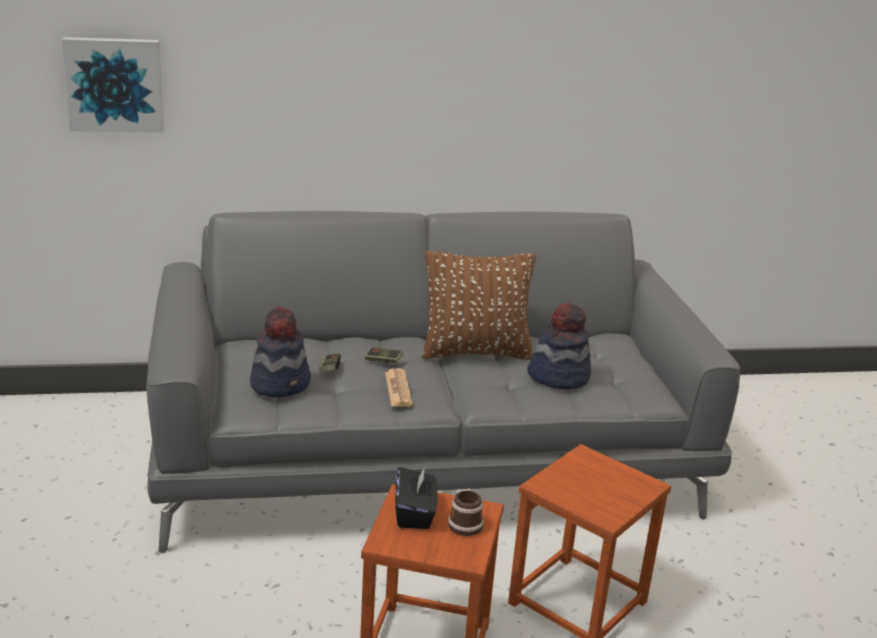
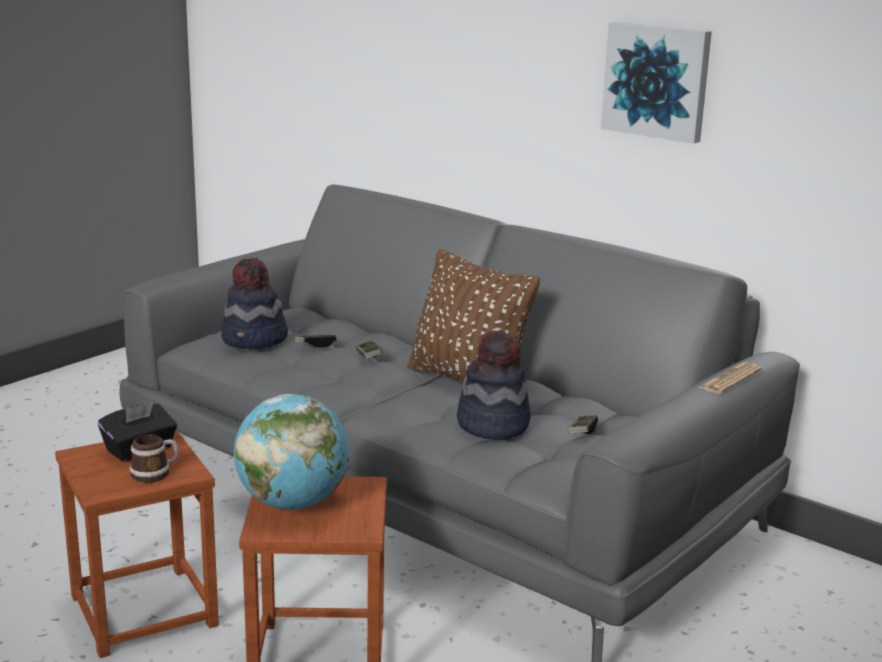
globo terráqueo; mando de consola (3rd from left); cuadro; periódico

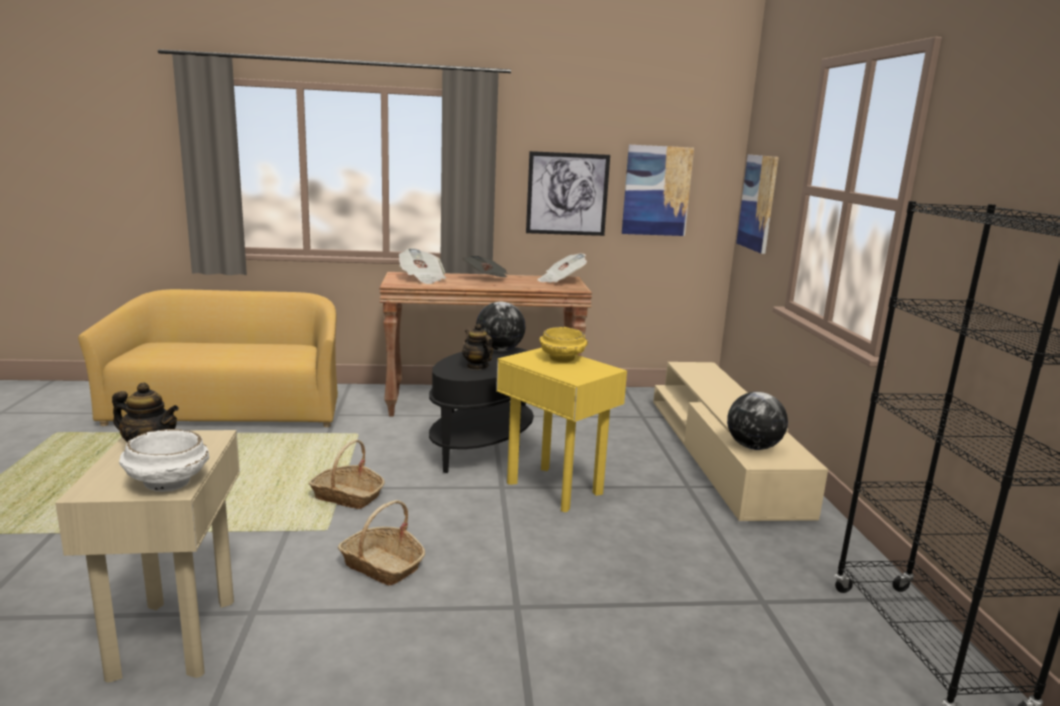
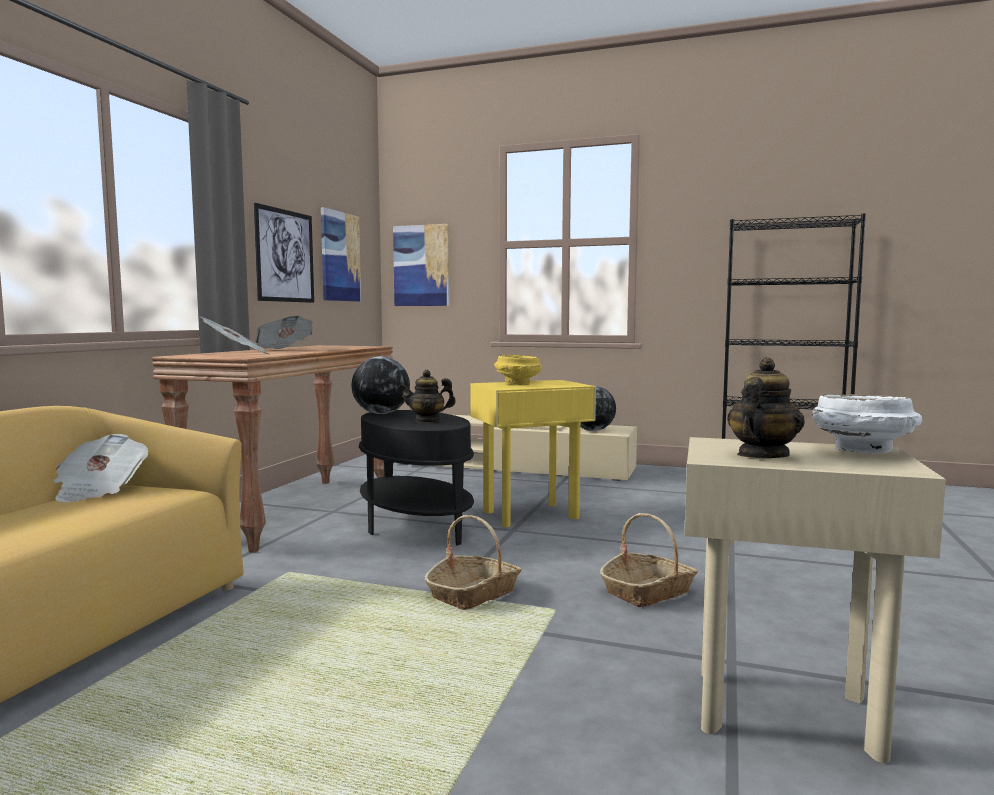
periódico (1st from left)

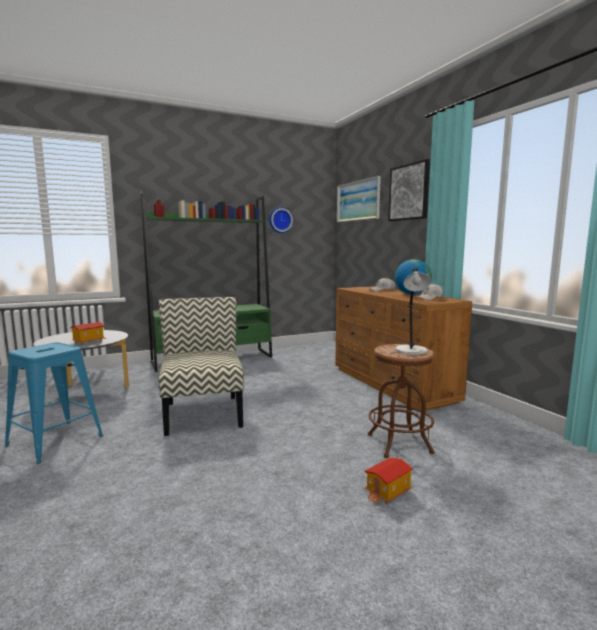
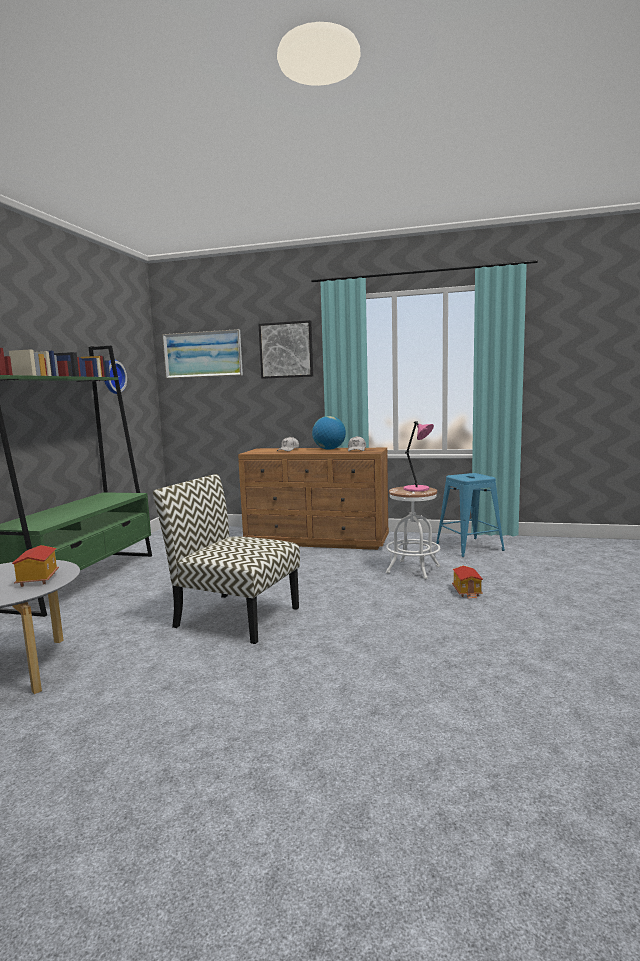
taburete/blanco; lámpara de mesa/rosa; taburete/azul

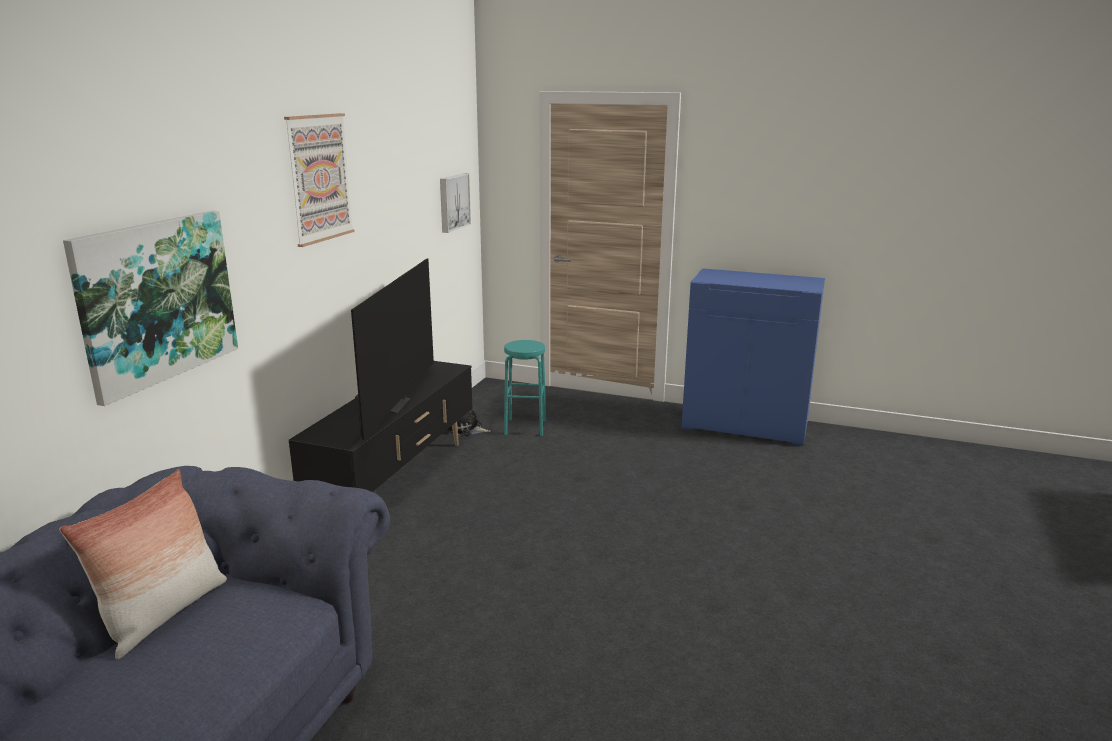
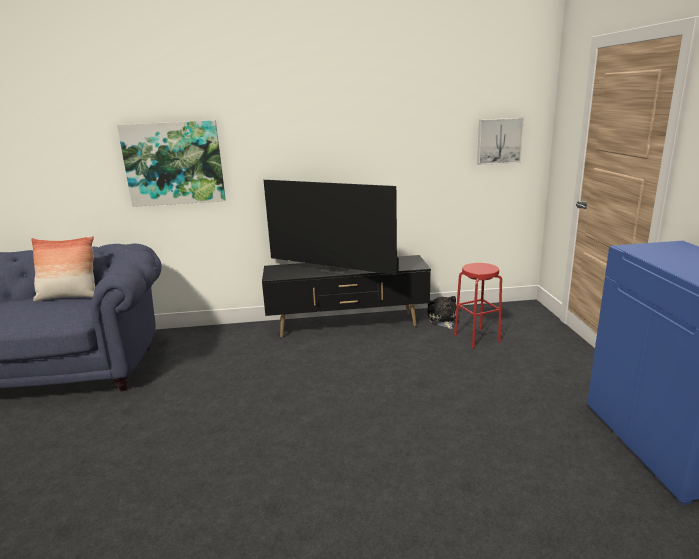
televisor; taburete/rojo; cuadro (2nd from left in the first image)

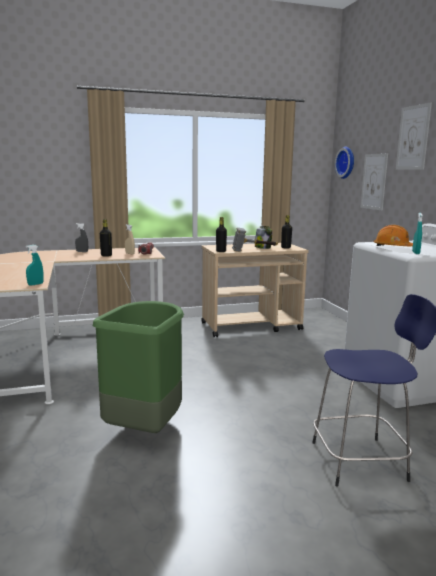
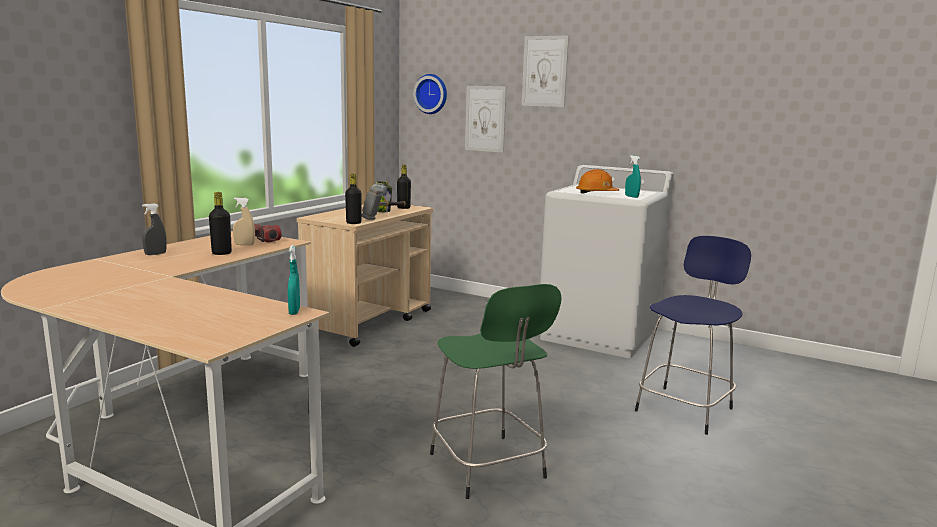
taburete/verde

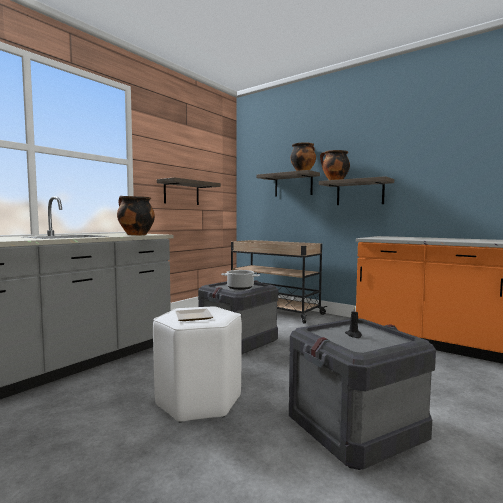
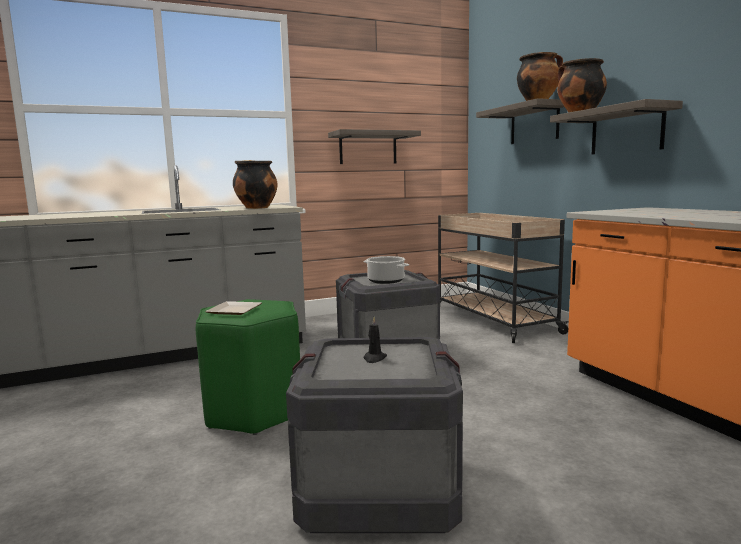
taburete/verde

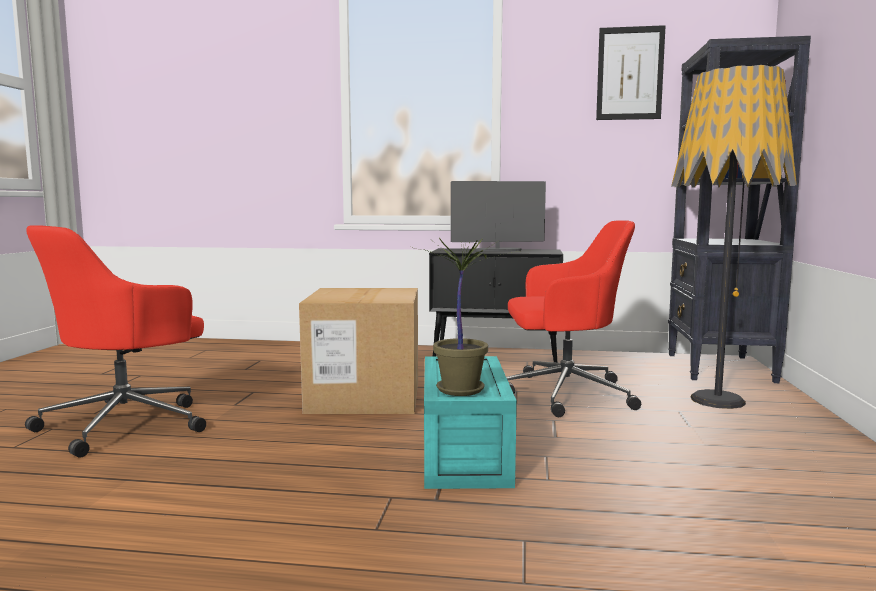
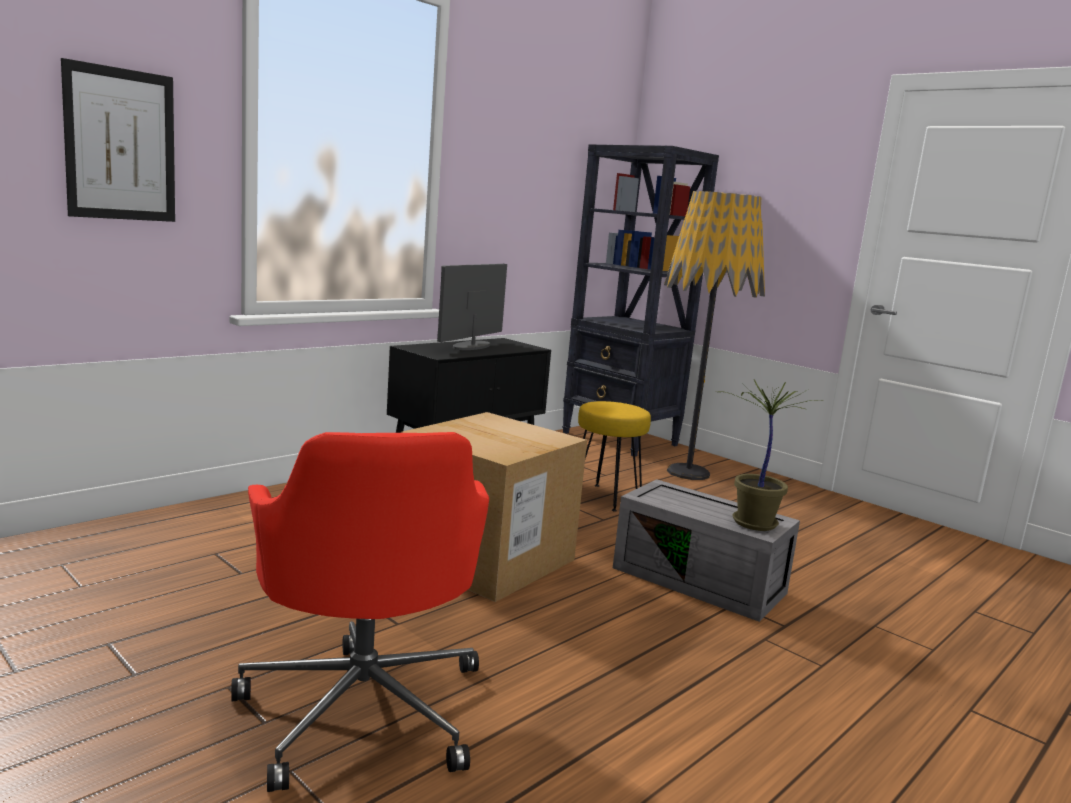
cuadro; taburete/amarillo; caja de almacenaje/gris

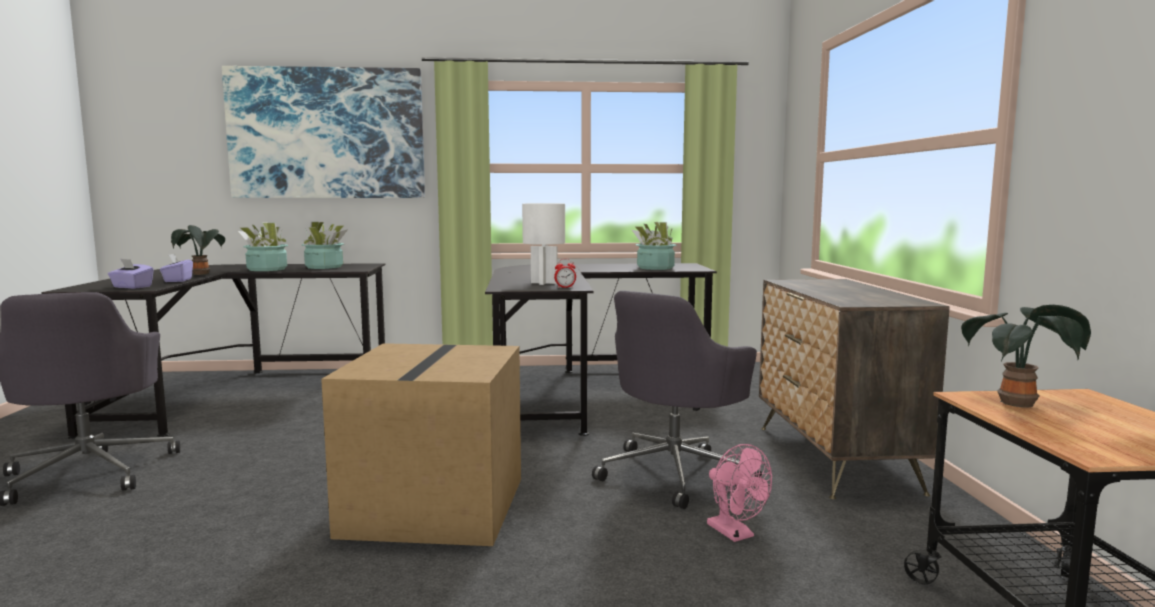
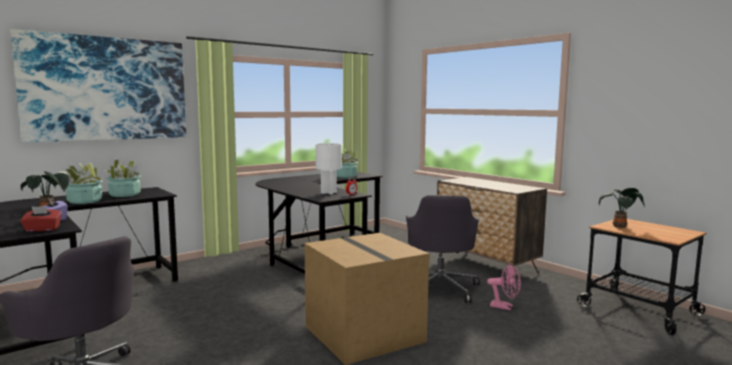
caja de pañuelos/rojo

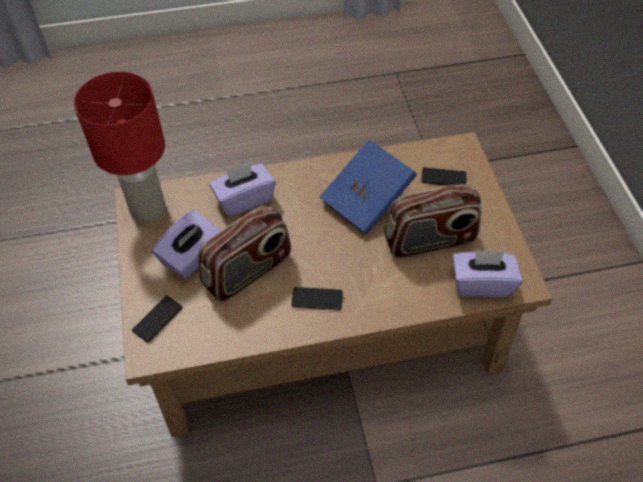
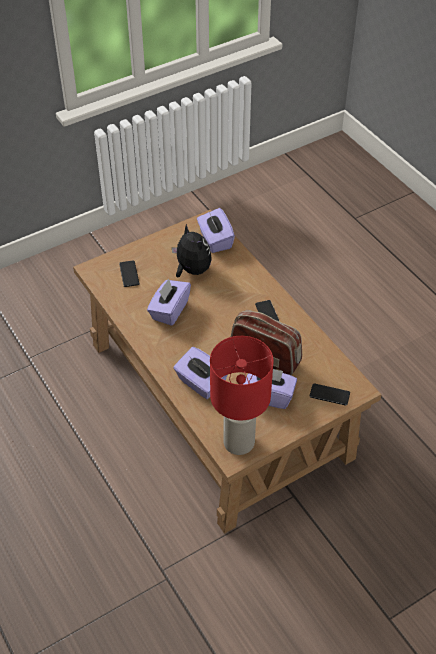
caja de pañuelos/morado (1st from left); peluche

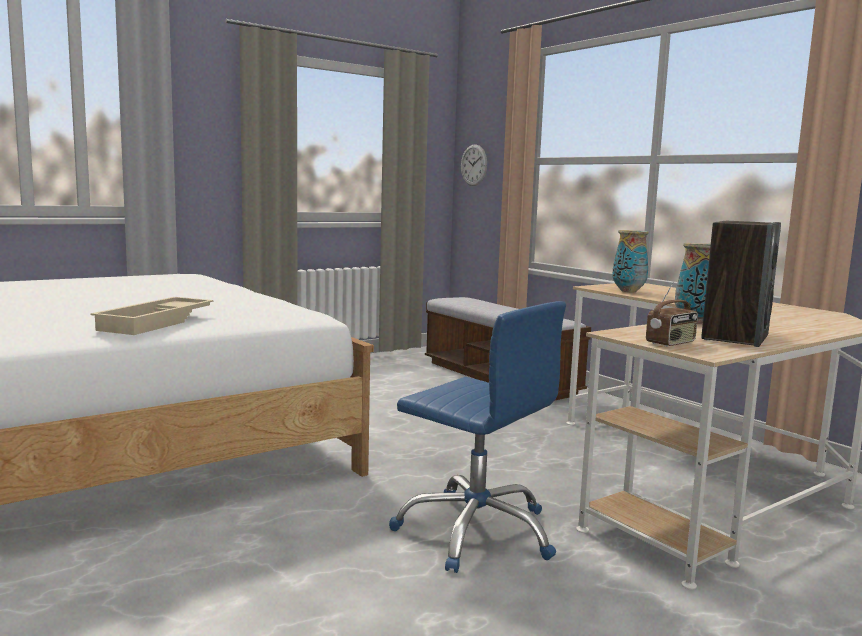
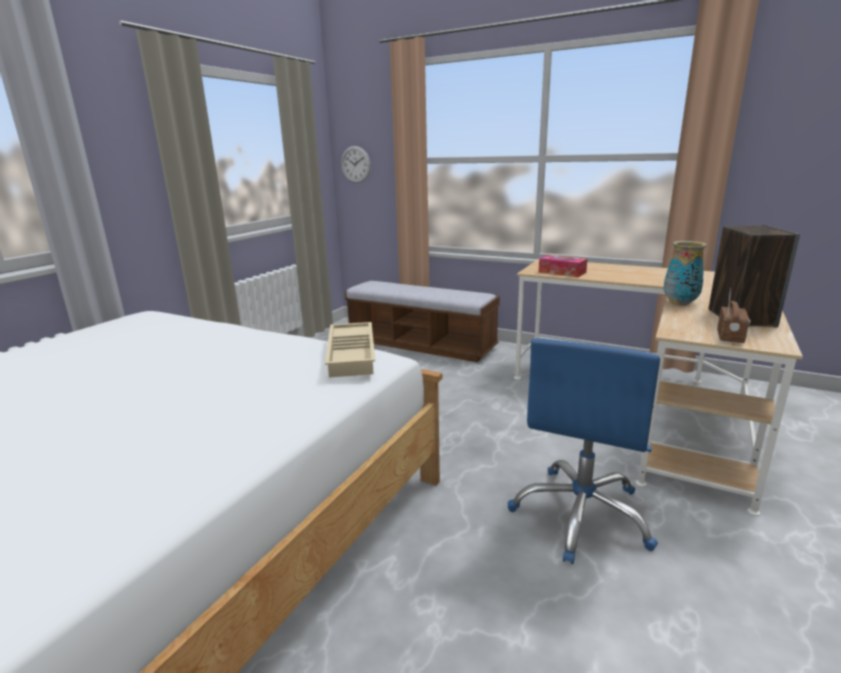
bandeja/beis; silla de oficina/azul; caja de pañuelos

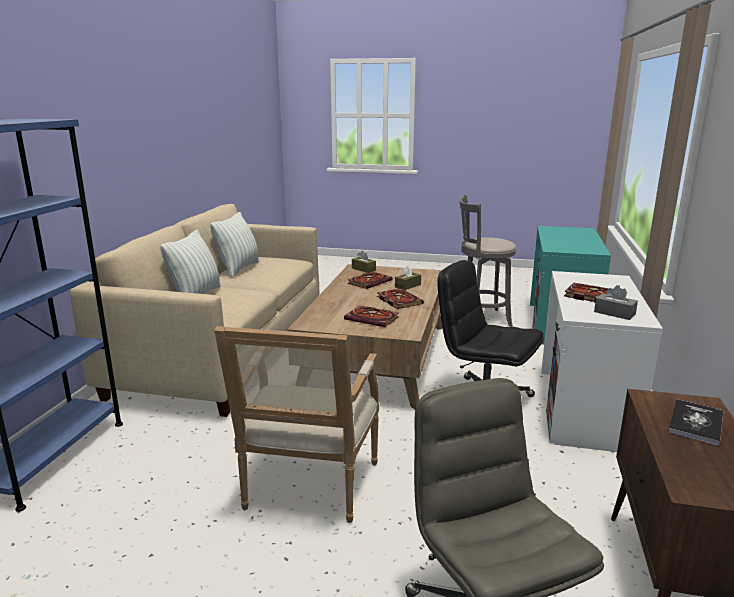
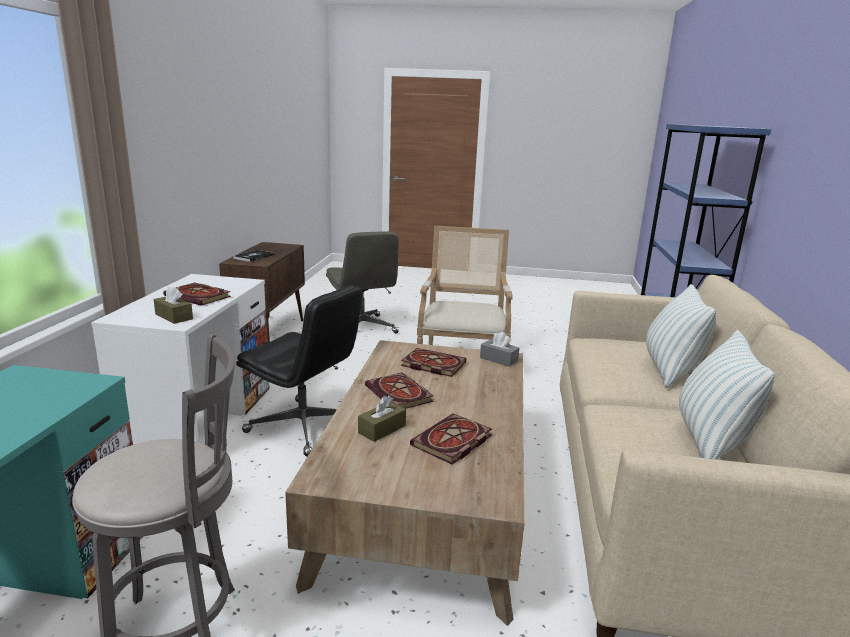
caja de pañuelos/marrón (1st from left); caja de pañuelos/gris

